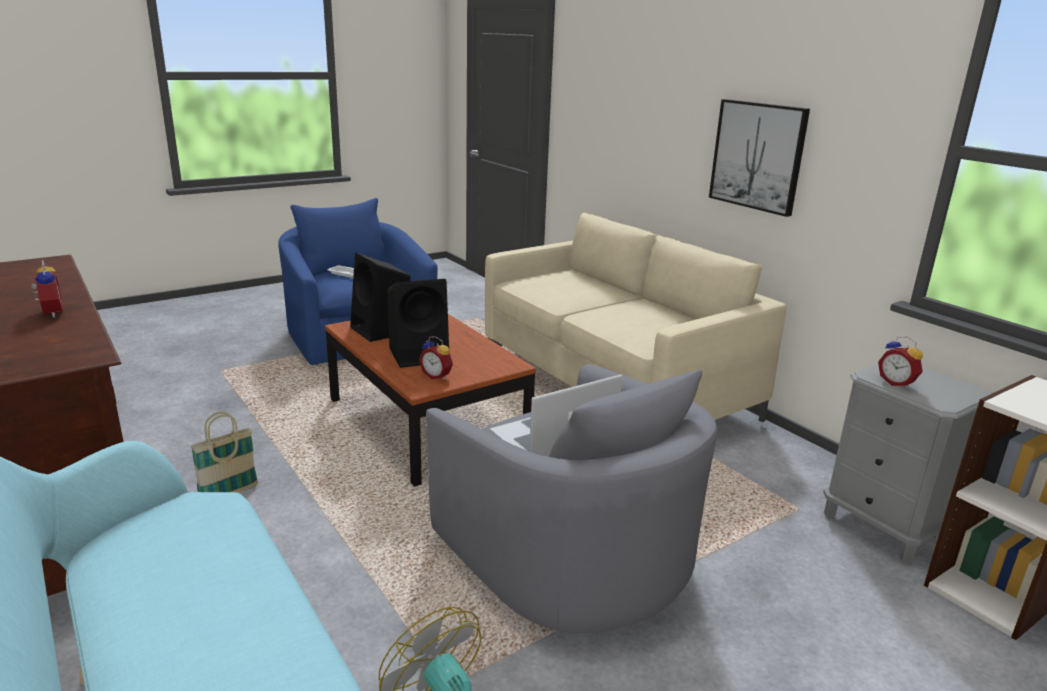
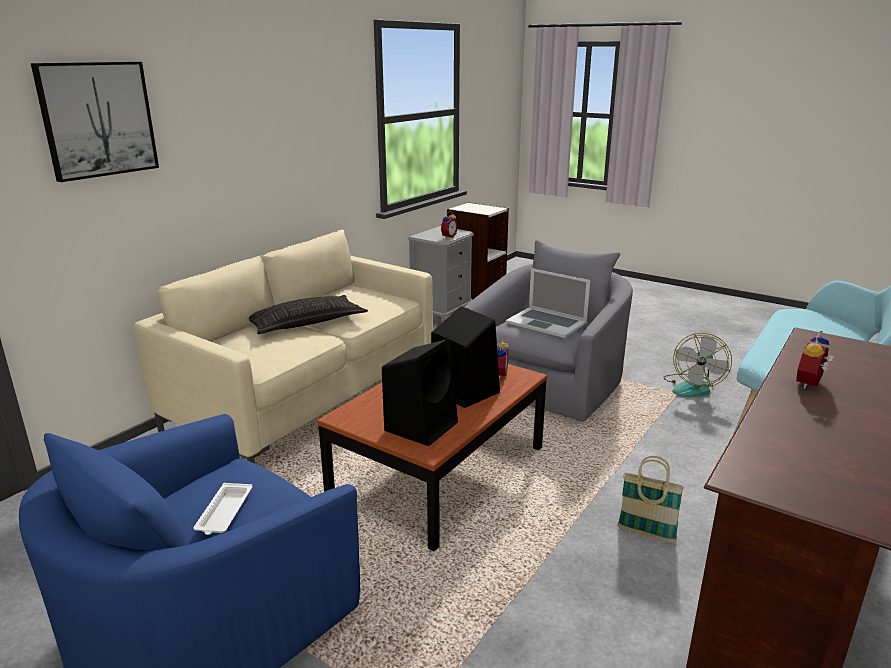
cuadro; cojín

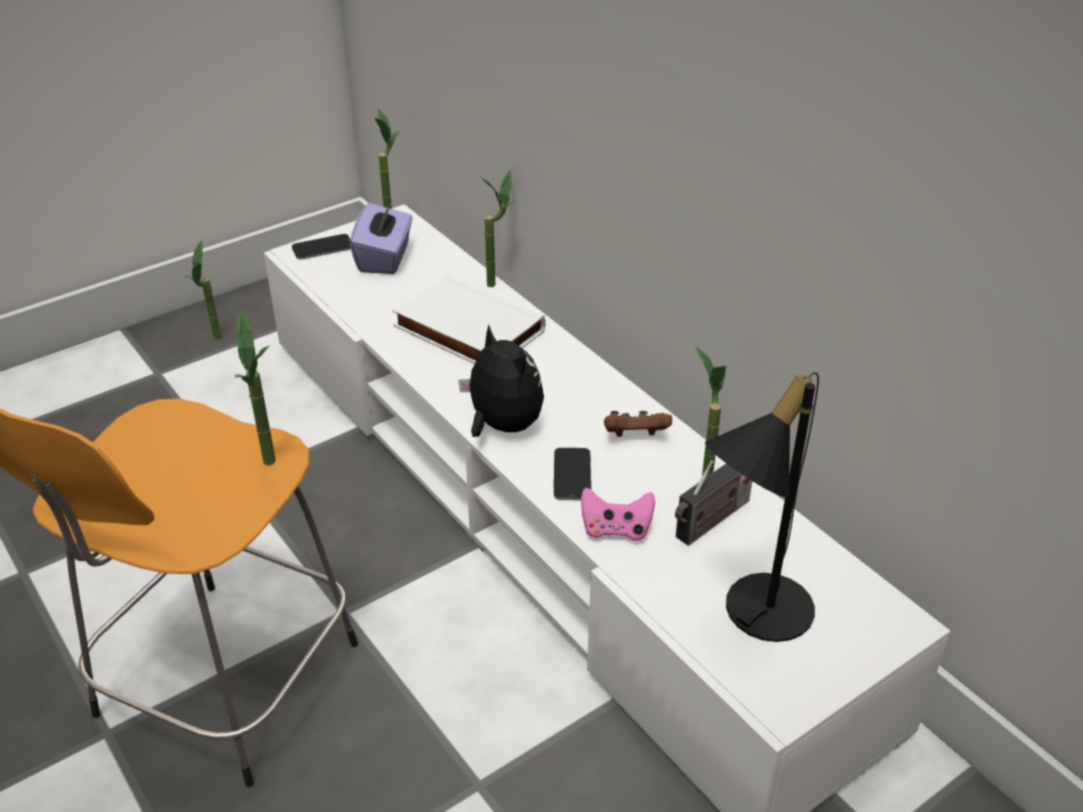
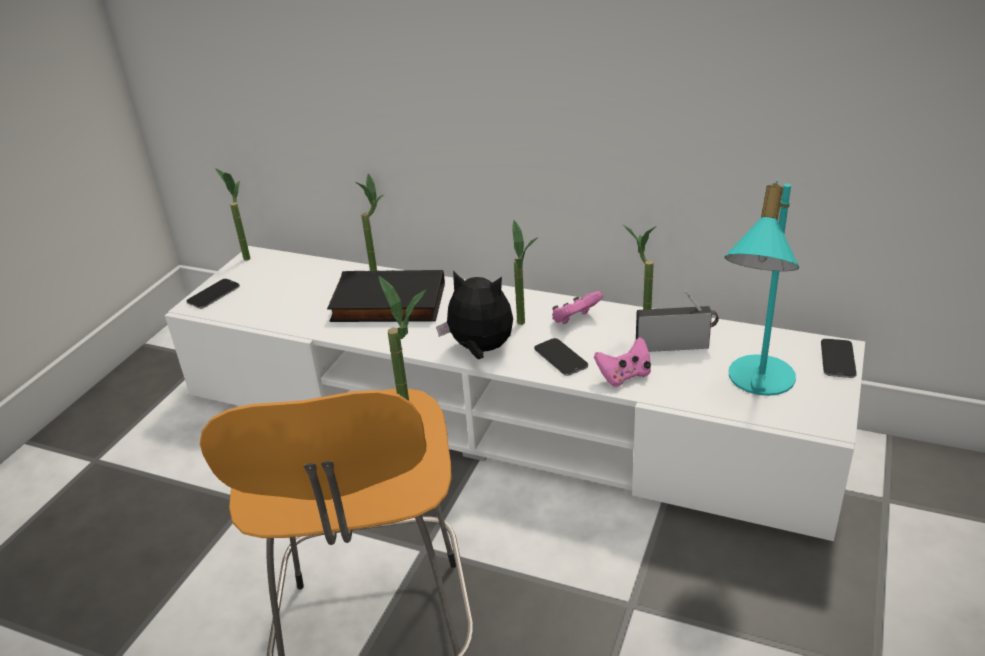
libro/negro; planta en maceta (4th from left); mando de consola/rosa (1st from left); radio; lámpara de mesa/turquesa; móvil (3rd from left); caja de pañuelos/morado

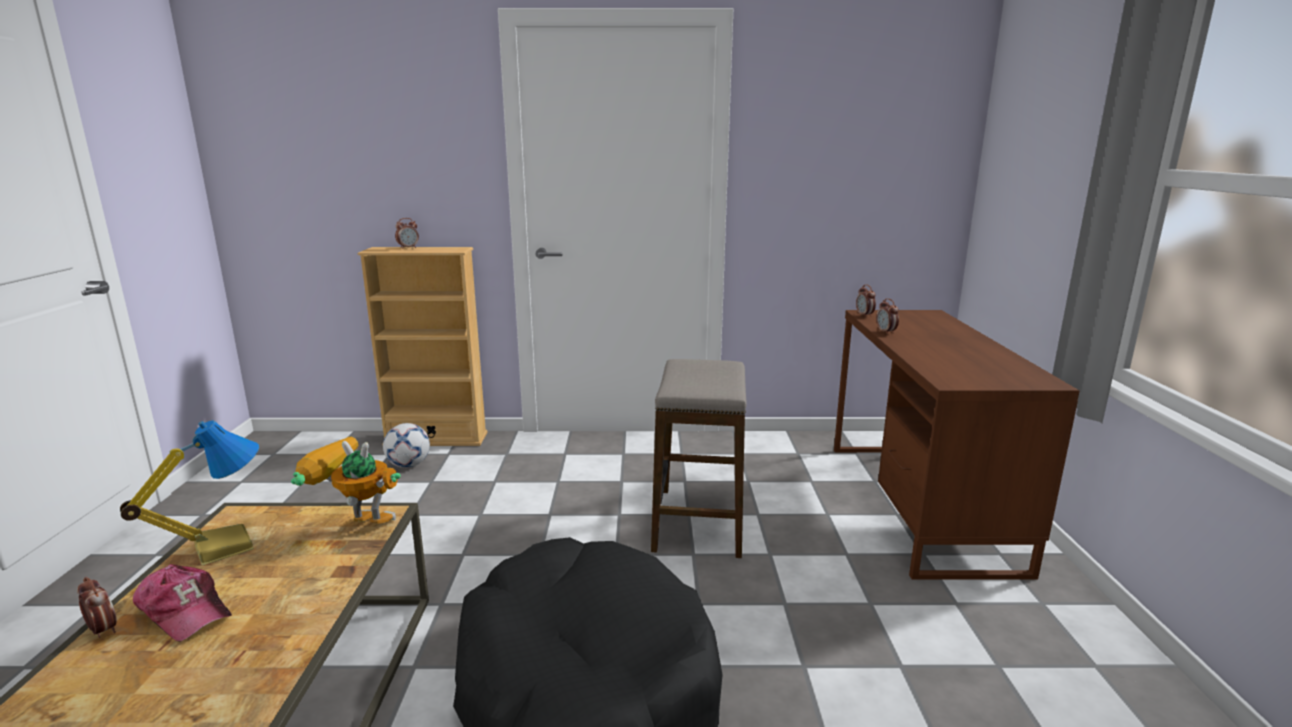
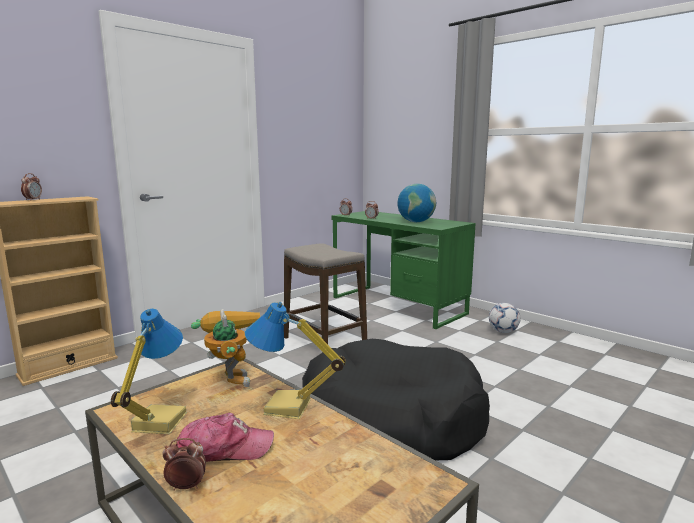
robot de juguete; lámpara de mesa (2nd from left); escritorio/verde; globo terráqueo; balón de fútbol

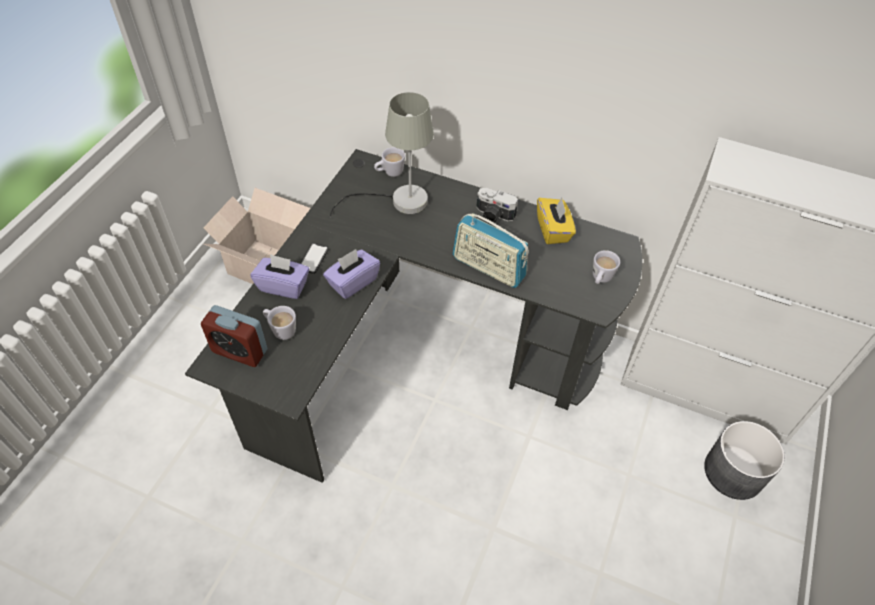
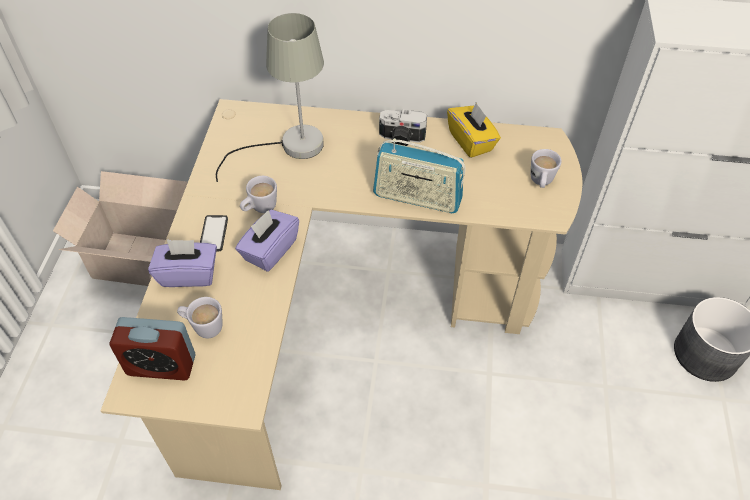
escritorio/beis; taza grande/blanco (2nd from left)

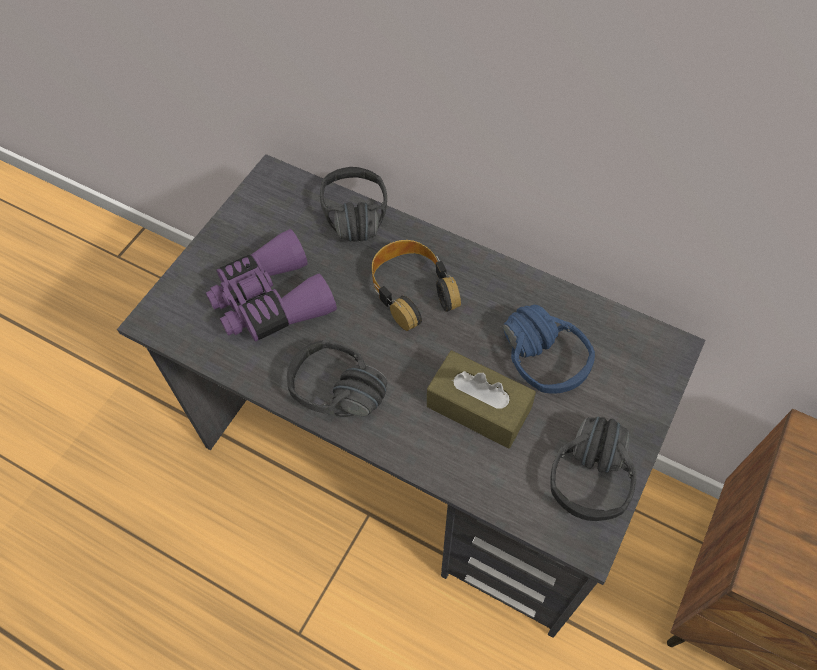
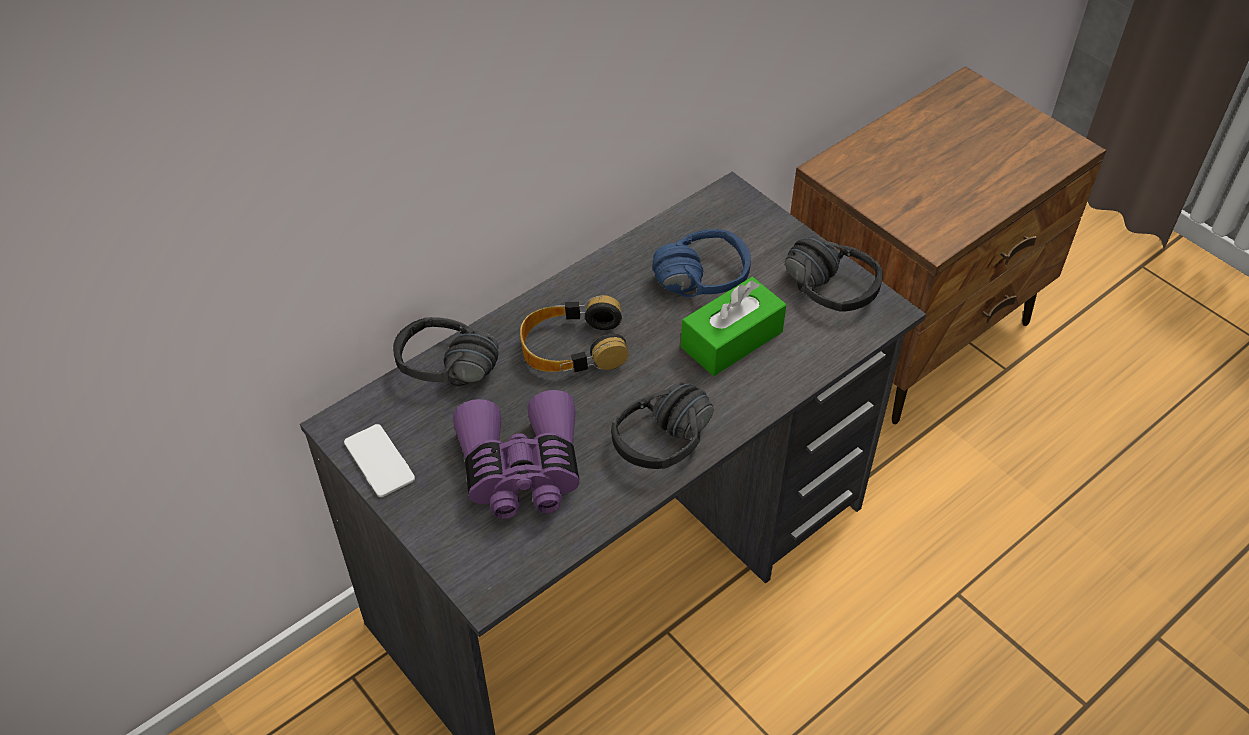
móvil; caja de pañuelos/verde

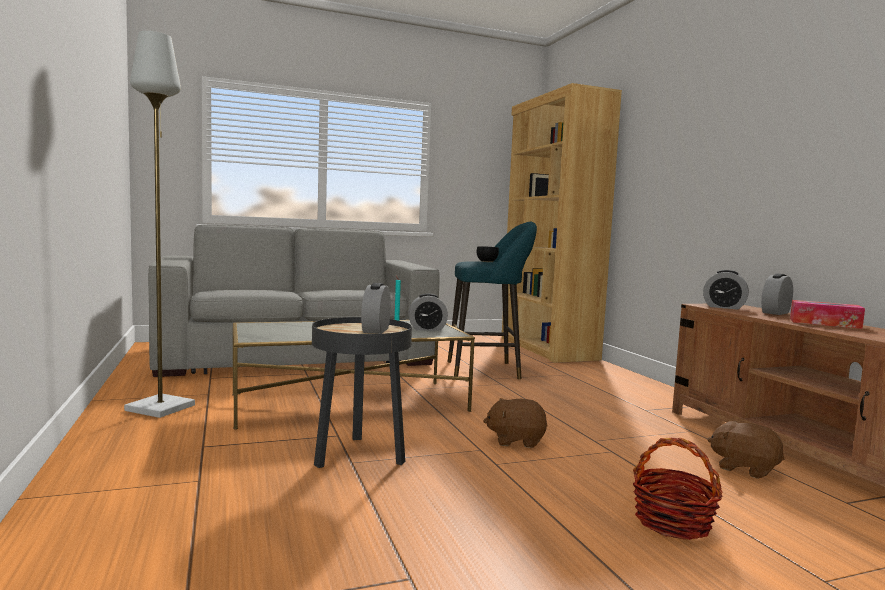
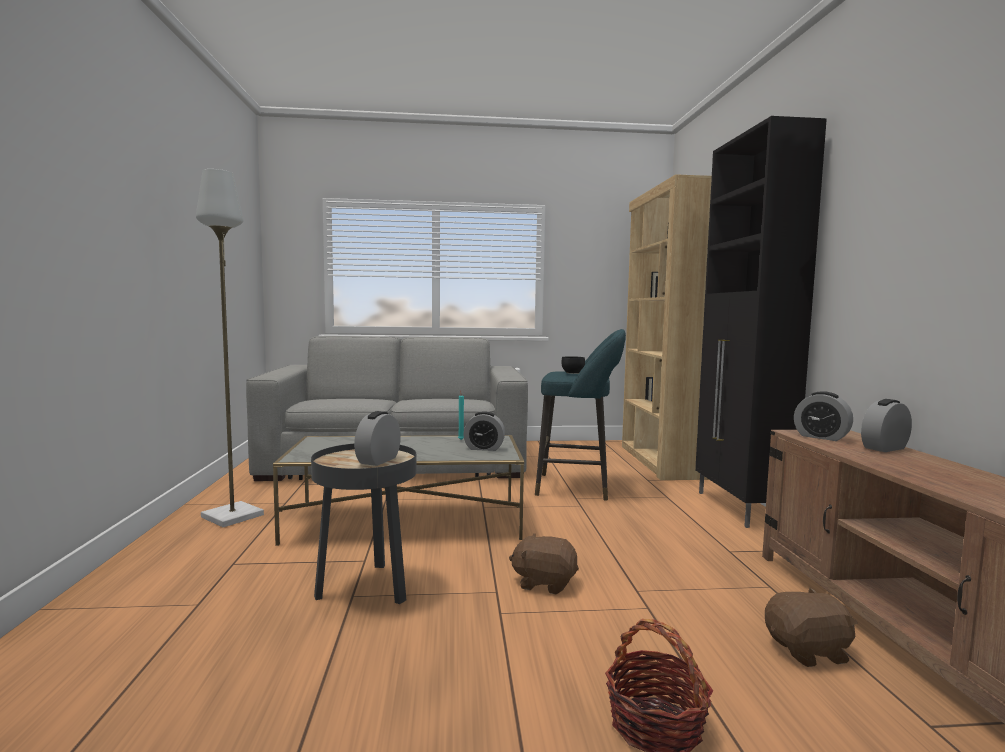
armario/negro; peluche/marrón (2nd from left); caja de pañuelos

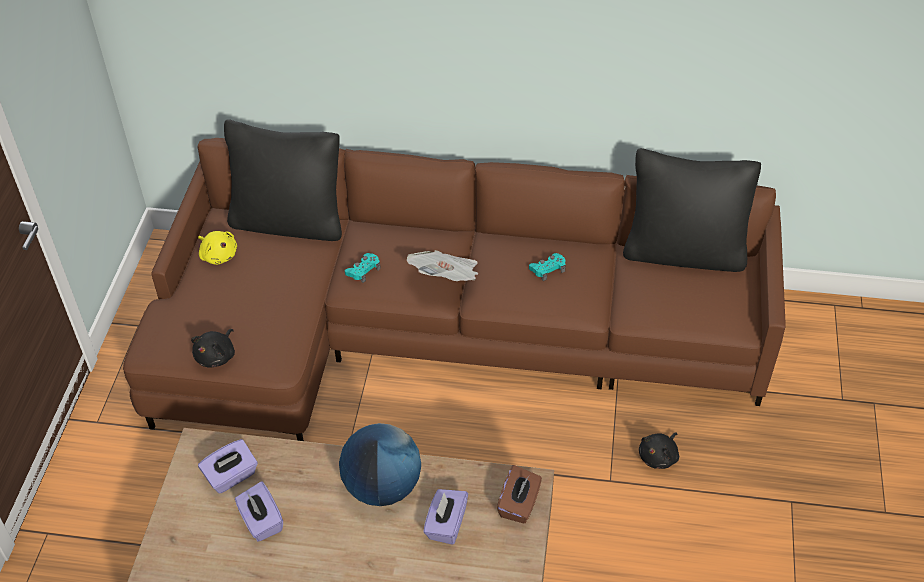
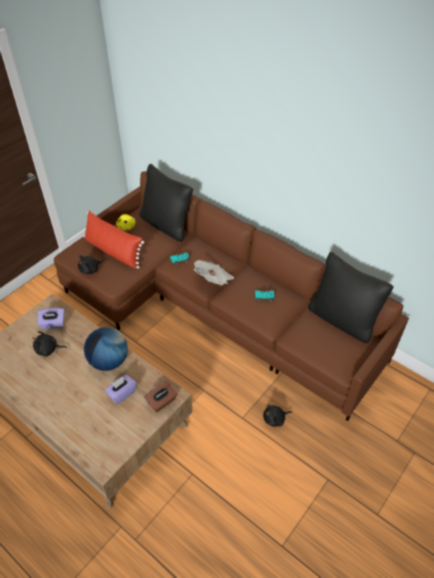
peluche/negro (1st from left); cojín/rojo

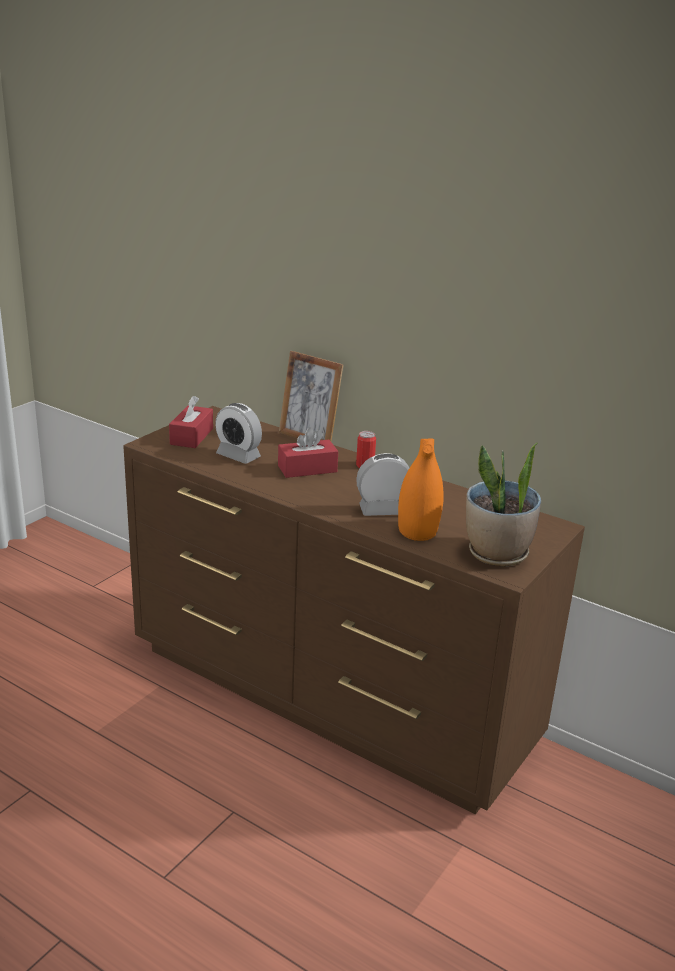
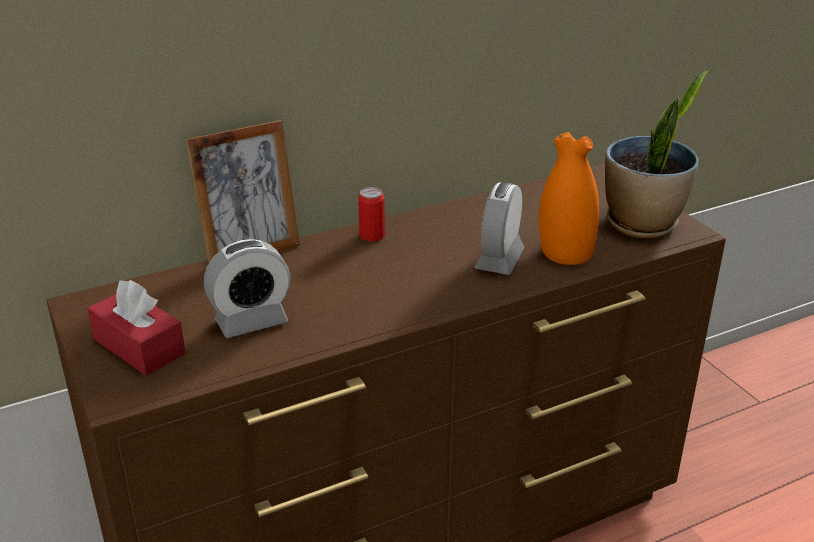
caja de pañuelos/rojo (2nd from left in the first image)

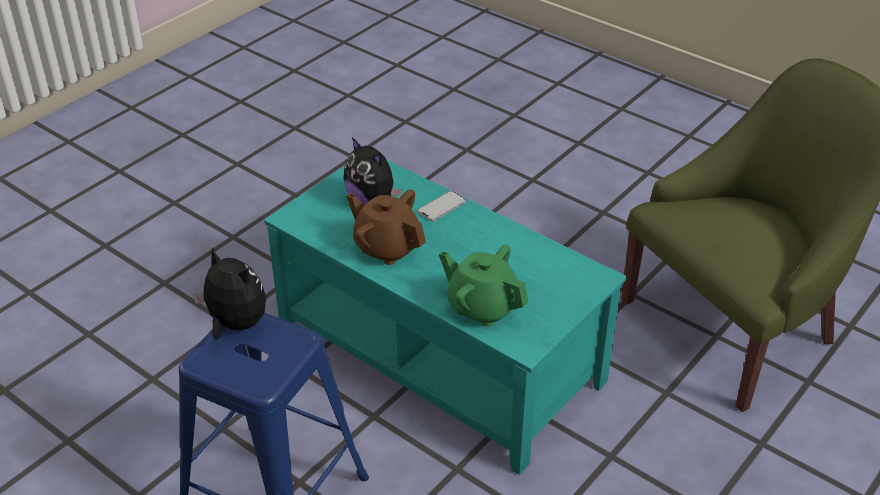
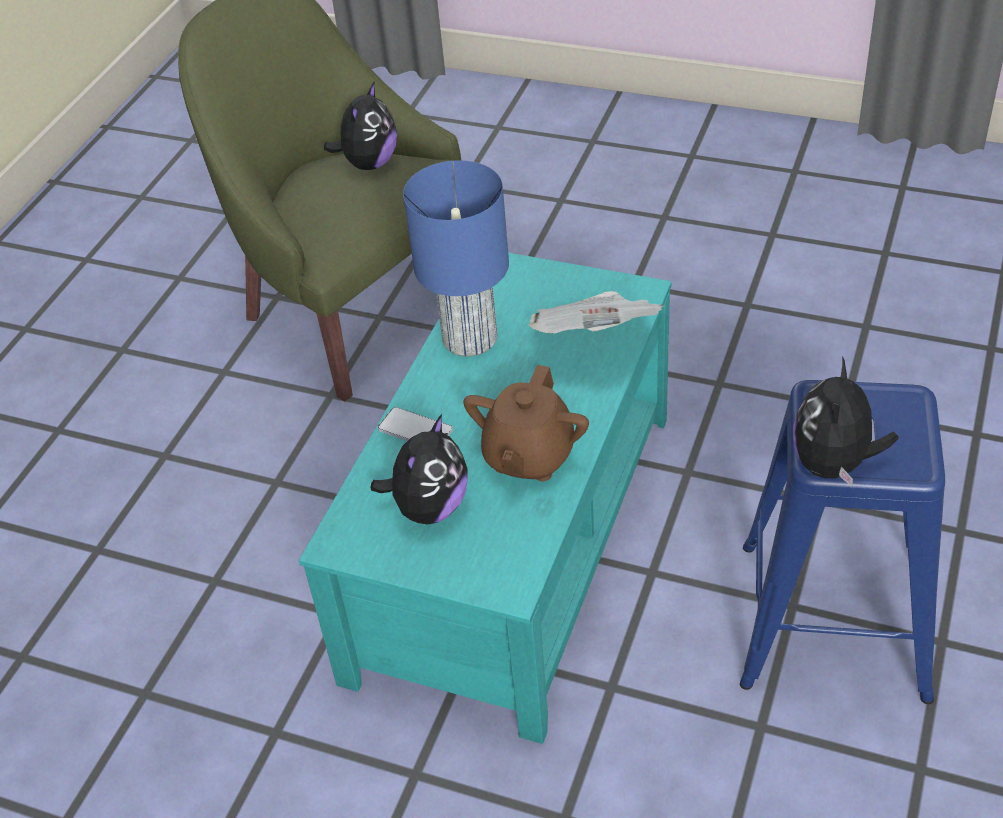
peluche (1st from left); lámpara de mesa/azul; periódico

